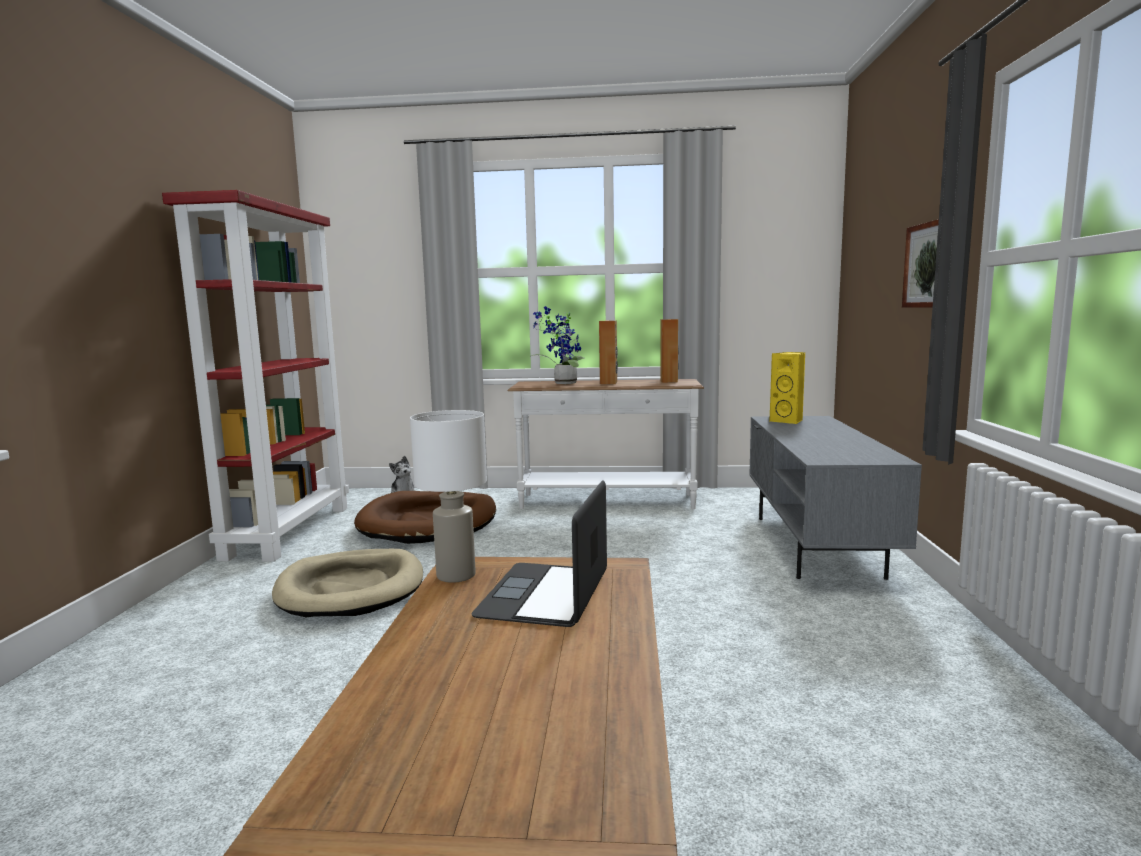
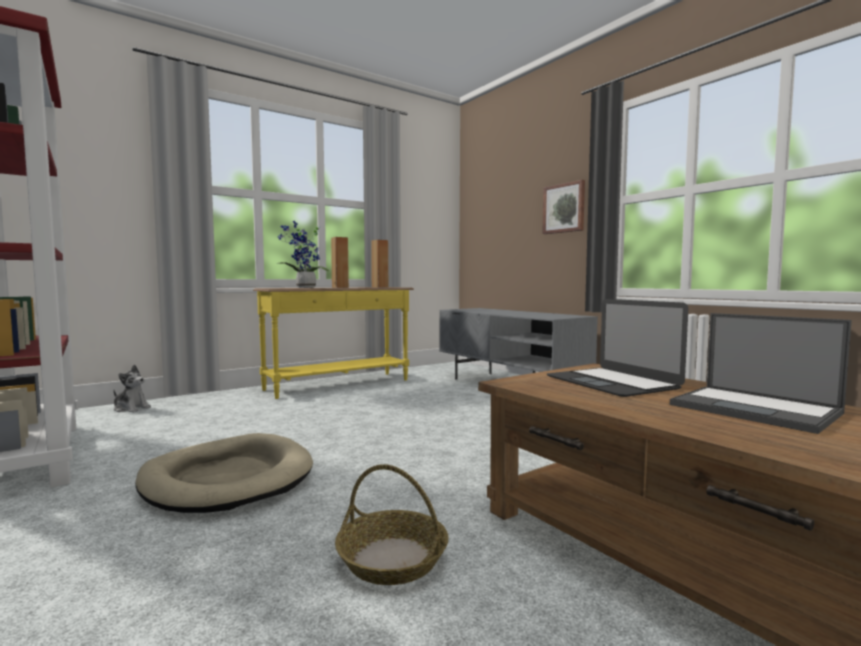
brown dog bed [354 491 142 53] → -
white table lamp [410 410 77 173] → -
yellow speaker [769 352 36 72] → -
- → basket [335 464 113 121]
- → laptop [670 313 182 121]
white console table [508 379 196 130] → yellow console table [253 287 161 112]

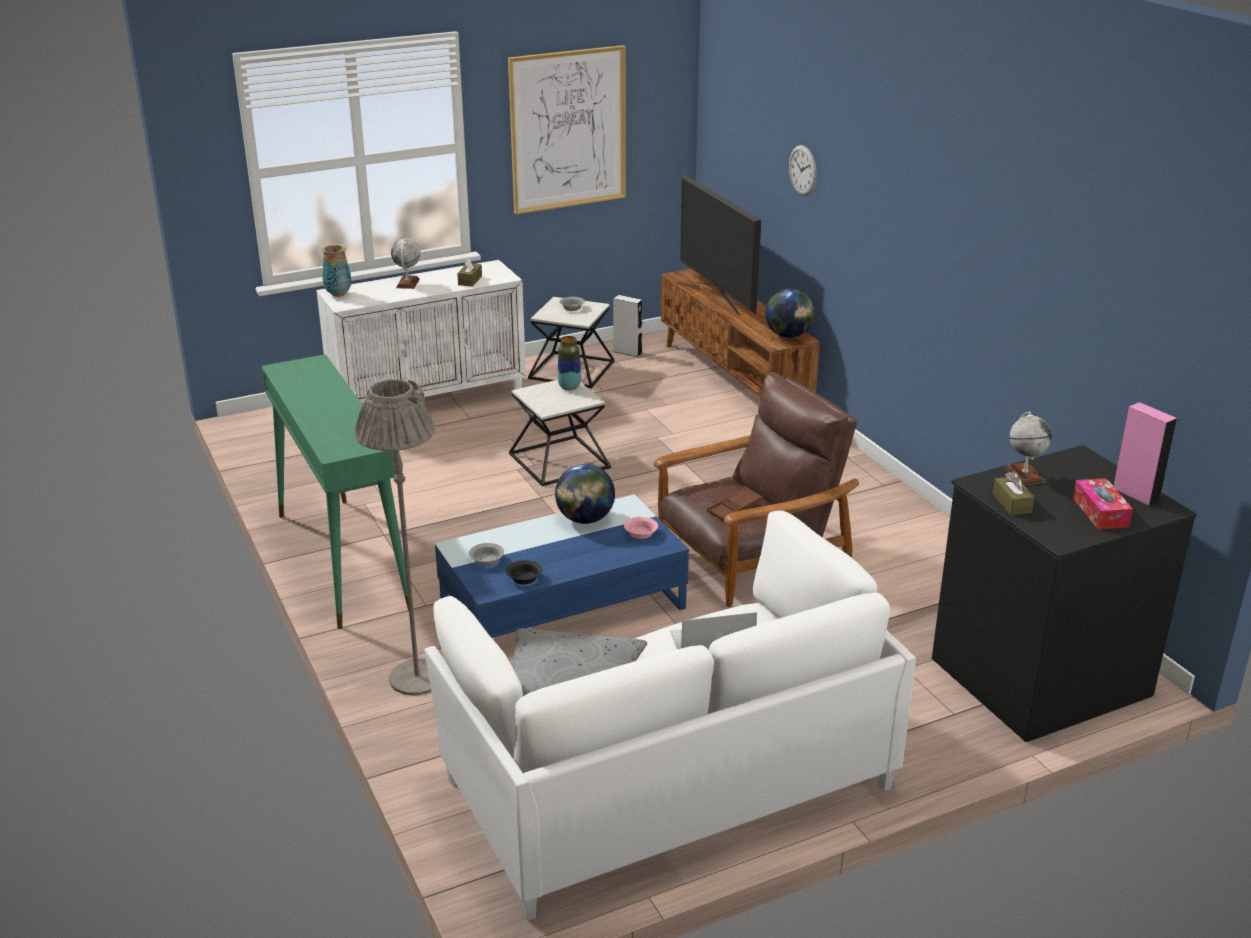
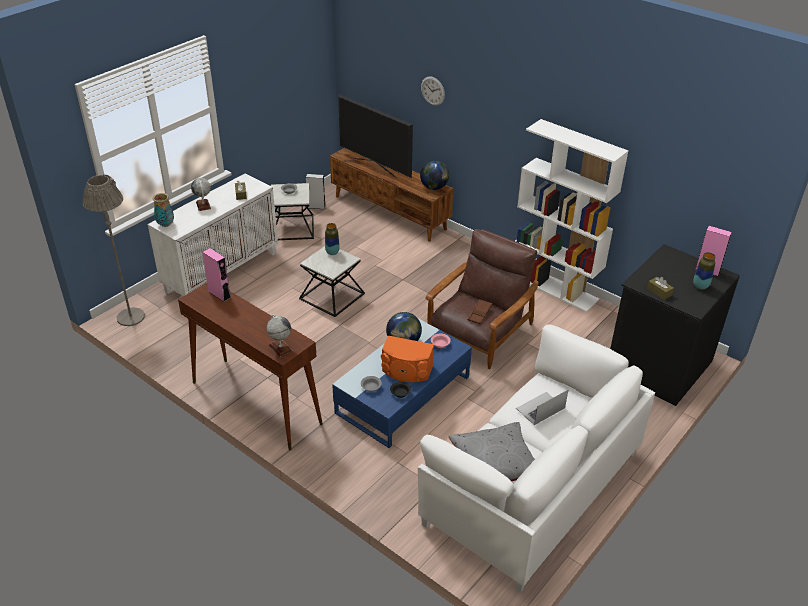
picture [508 45 118 169] → -
- → pink speaker [202 248 29 54]
- → orange speaker [381 336 53 46]
- → white bookcase [515 119 113 193]
grey floor lamp [354 379 81 317] → grey floor lamp [82 174 63 152], shifted
globe [1004 412 48 74] → globe [267 315 26 42], shifted
tissue box [1073 478 60 51] → vase [693 252 22 38]
green console table [261 354 148 275] → brown console table [178 282 145 168]

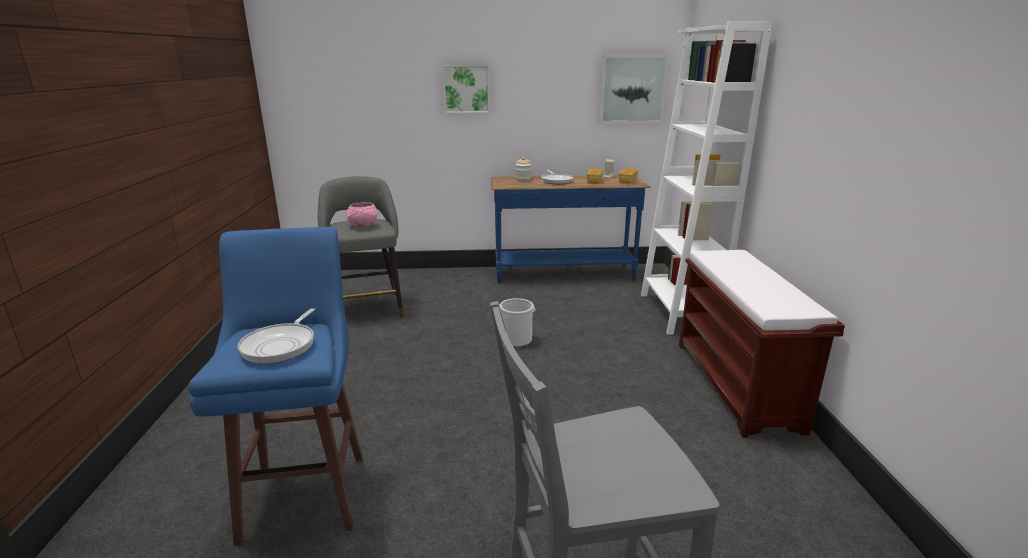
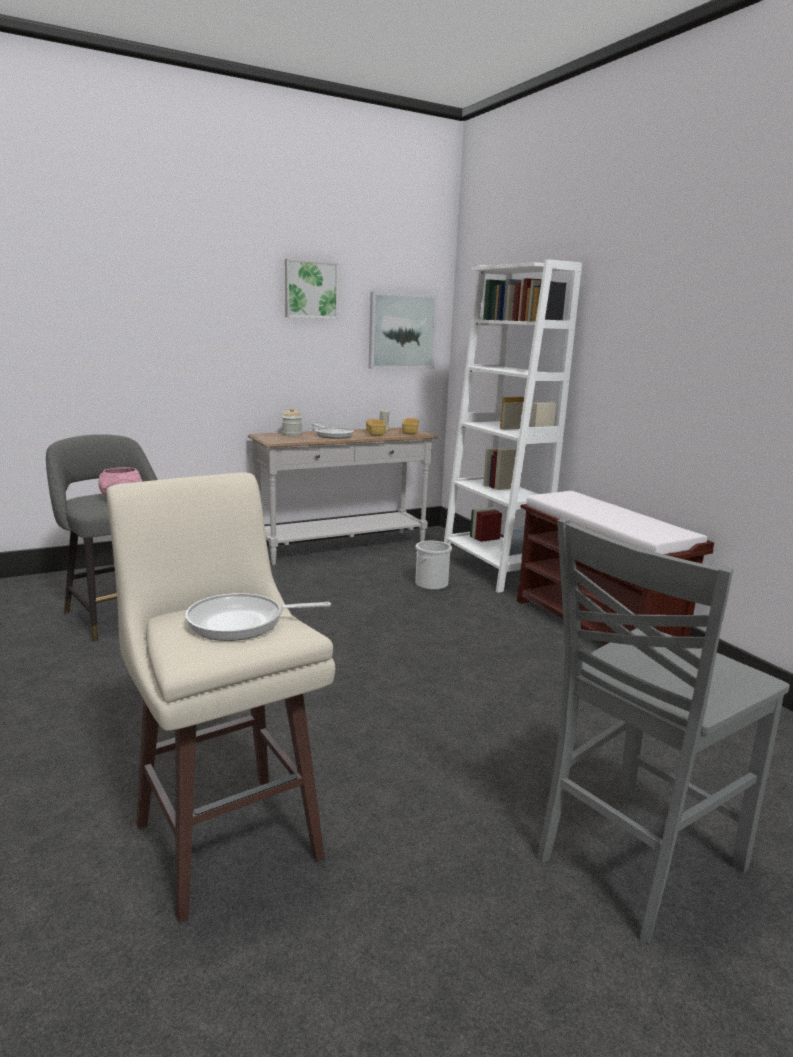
picture [443 65 47 48] → picture [285 259 54 60], shifted
bucket [499 298 36 49] → bucket [415 541 37 49], shifted
blue stool [188 227 174 318] → beige stool [107 473 228 450]
blue console table [490 175 161 108] → white console table [248 427 190 138]
frying pan [238 308 78 56] → frying pan [185 593 146 48], 90 degrees clockwise

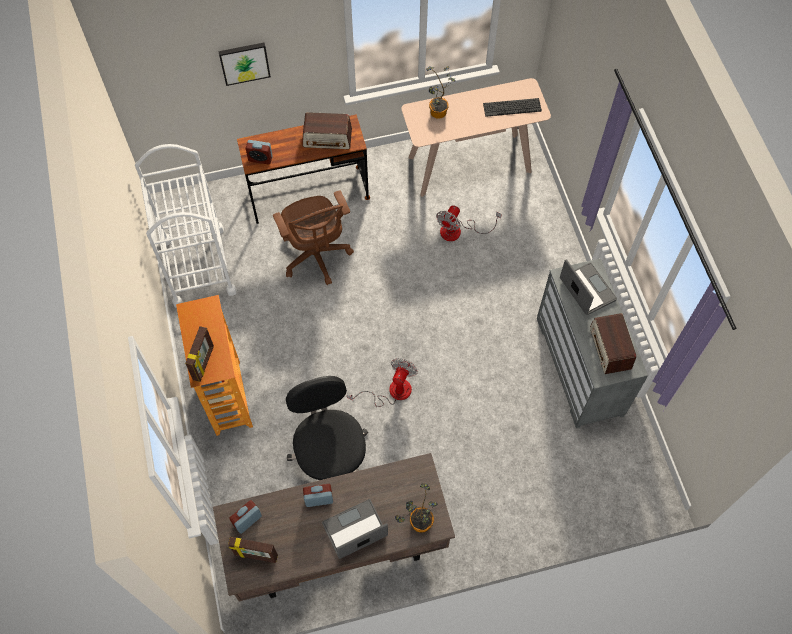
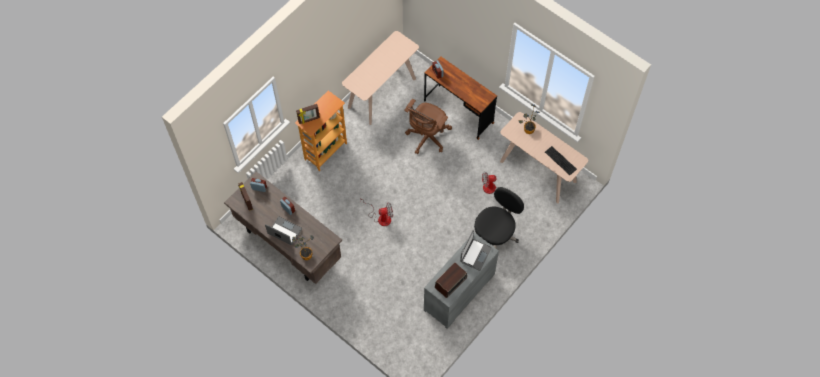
picture [218 43 53 43] → -
radio [302 112 50 37] → -
black office chair [286 376 82 104] → black office chair [474 187 50 62], shifted
white cart [135 144 102 164] → beige console table [342 31 77 94]

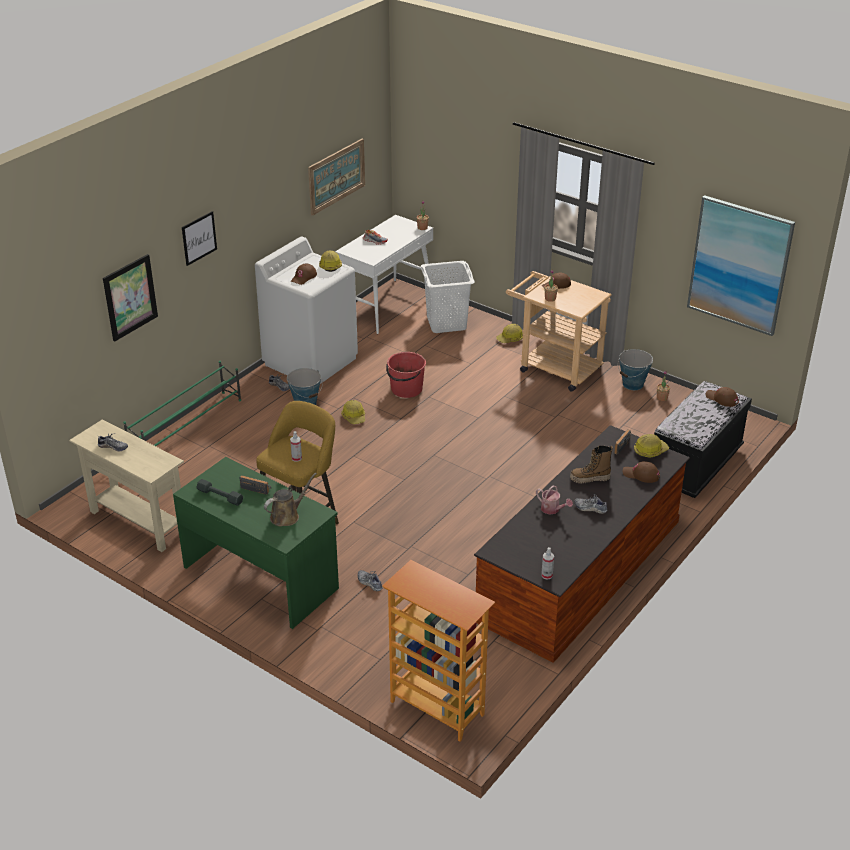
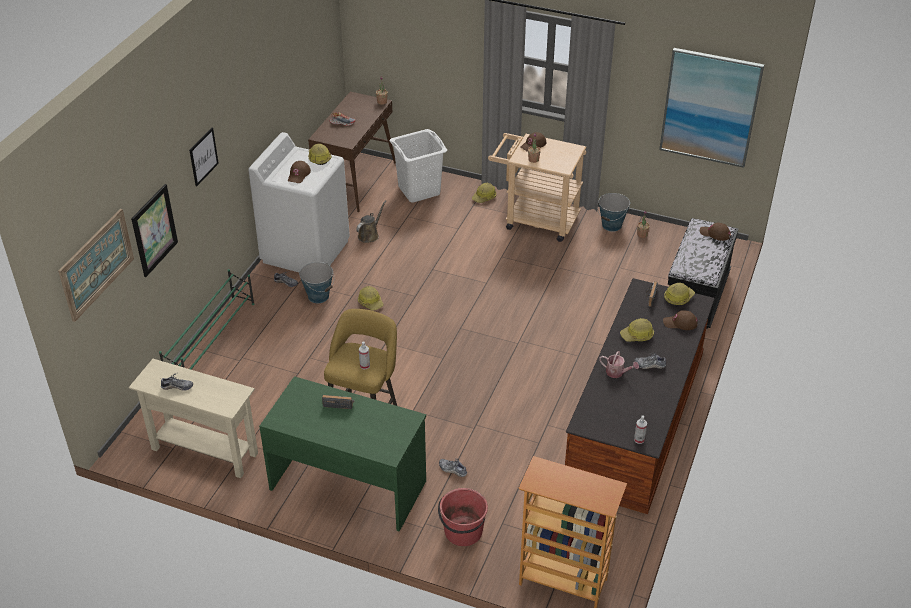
grey dumbbell [196 479 47 27] → -
brown watering can [264 473 53 53] → brown watering can [356 200 30 43], shifted
picture [308 139 57 77] → picture [58 209 76 113], shifted
red bucket [386 352 40 46] → red bucket [438 488 50 58], shifted
boot [570 445 43 38] → hard hat [620 318 34 24]
white console table [335 215 98 119] → brown console table [308 92 88 120]

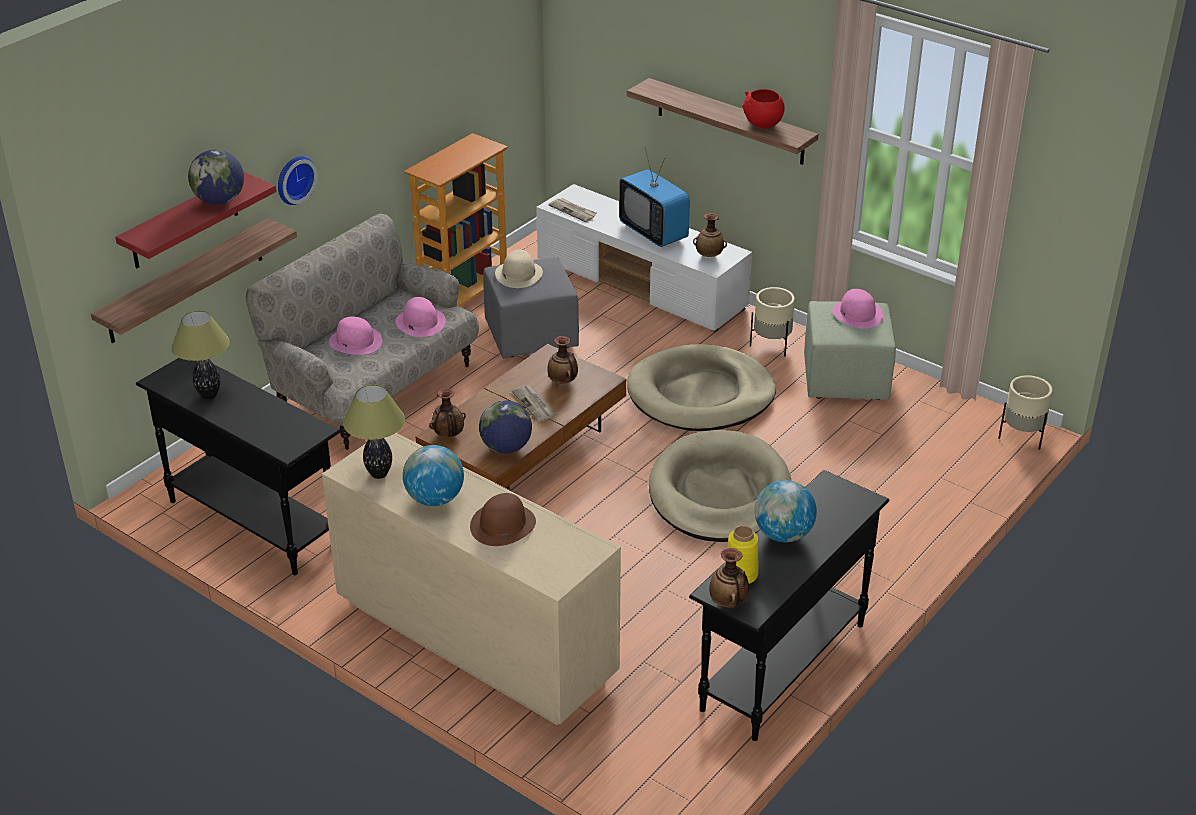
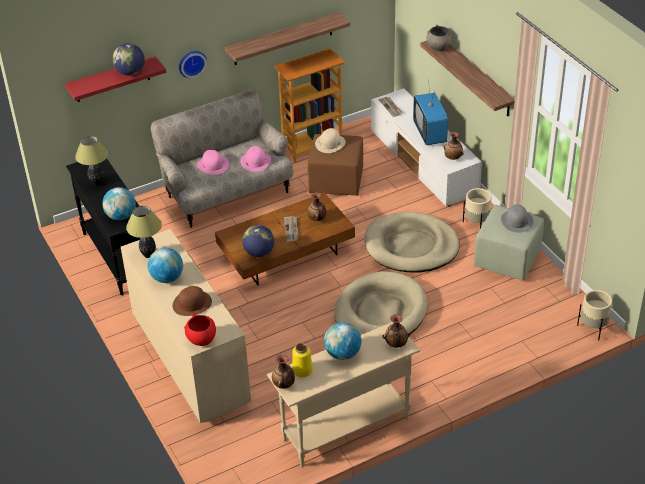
- → globe [102 187 34 33]
- → grey bowl [426 25 26 26]
shelf [91 218 206 125] → shelf [225 12 125 53], shifted
vase [429 388 37 49] → vase [383 314 27 34], shifted
red bowl [742 89 43 40] → red bowl [184 314 32 32], shifted
grey ottoman [483 257 96 102] → brown ottoman [307 134 56 62]
black console table [689 470 200 271] → beige console table [267 322 153 145]
pink hat [832 289 51 40] → grey hat [501 204 33 29]

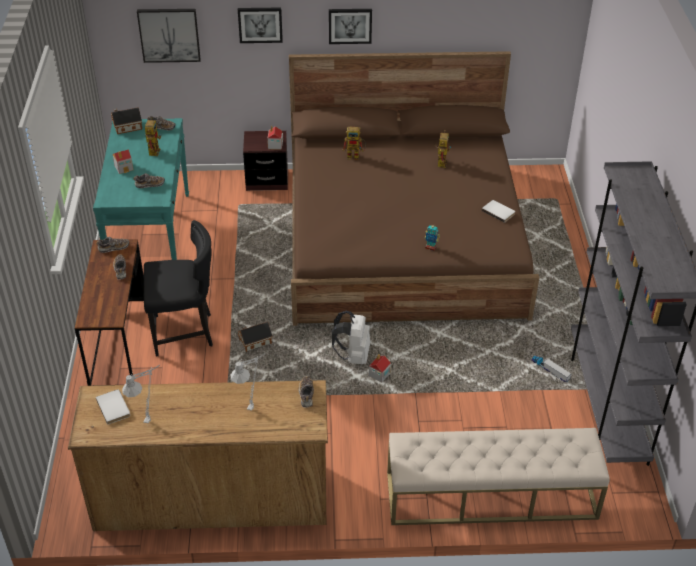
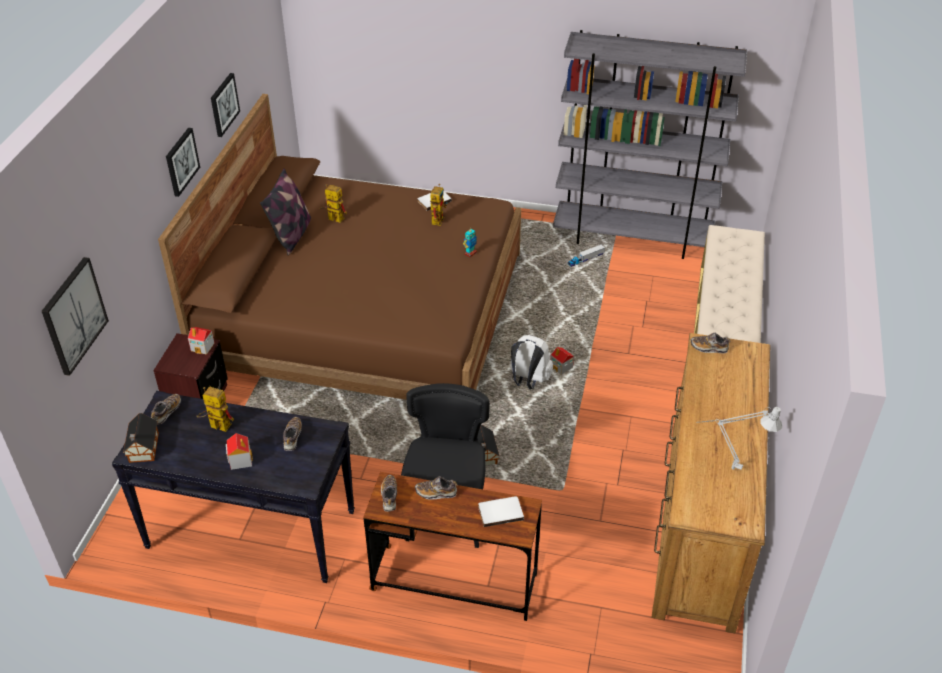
grey table lamp [231 353 35 58] → -
- → pillow [260 168 51 88]
white book [96 389 34 36] → white book [478 496 46 31], shifted
picture [238 8 45 35] → picture [211 73 29 64], shifted
toy robot [343 127 23 33] → toy robot [430 184 18 42], shifted
turquoise console table [93 118 96 142] → black console table [112 391 243 192]

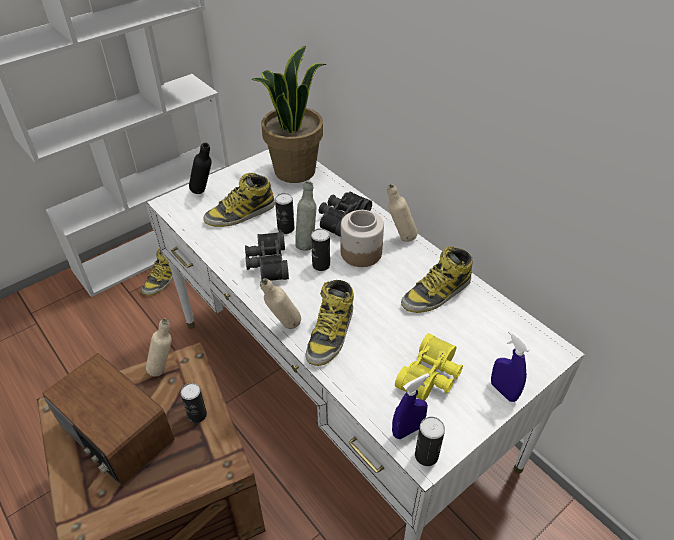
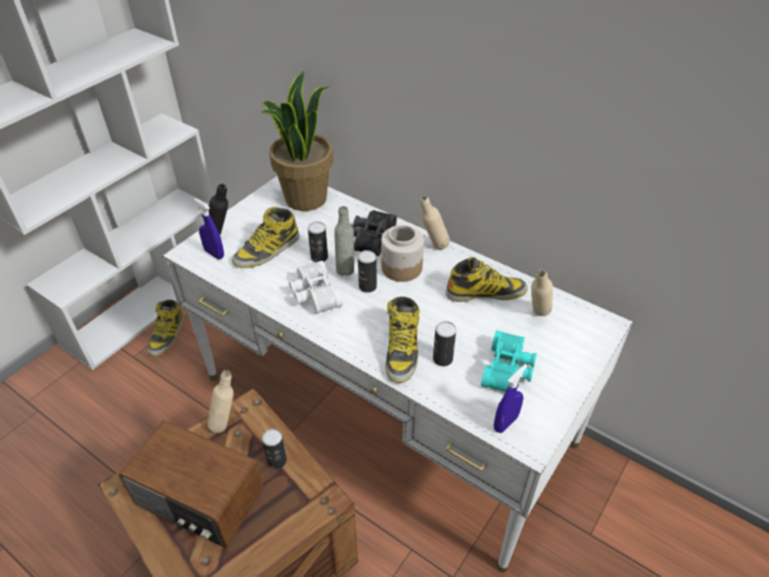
beige bottle [260 279 41 50] → beige bottle [531 269 22 47], shifted
can [415 417 30 49] → can [433 321 23 45], shifted
blue spray bottle [491 330 40 72] → blue spray bottle [194 198 30 61], shifted
black binoculars [245 232 44 49] → white binoculars [289 261 54 53]
yellow binoculars [395 333 68 68] → turquoise binoculars [481 330 56 62]
boot [401 246 72 67] → boot [446 257 82 45], 135 degrees counterclockwise

